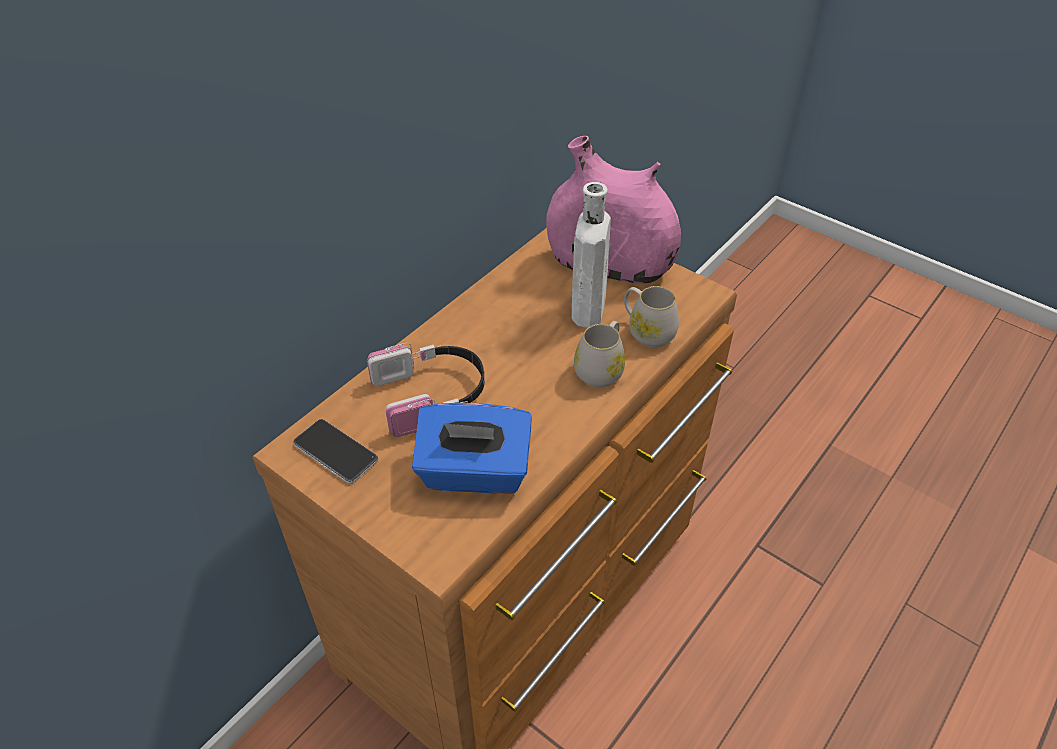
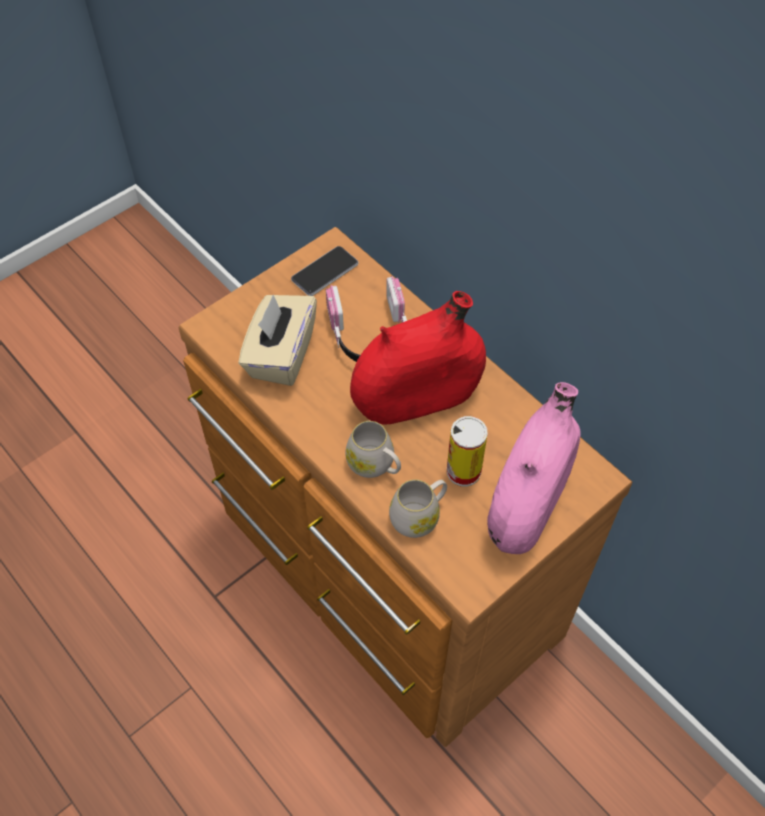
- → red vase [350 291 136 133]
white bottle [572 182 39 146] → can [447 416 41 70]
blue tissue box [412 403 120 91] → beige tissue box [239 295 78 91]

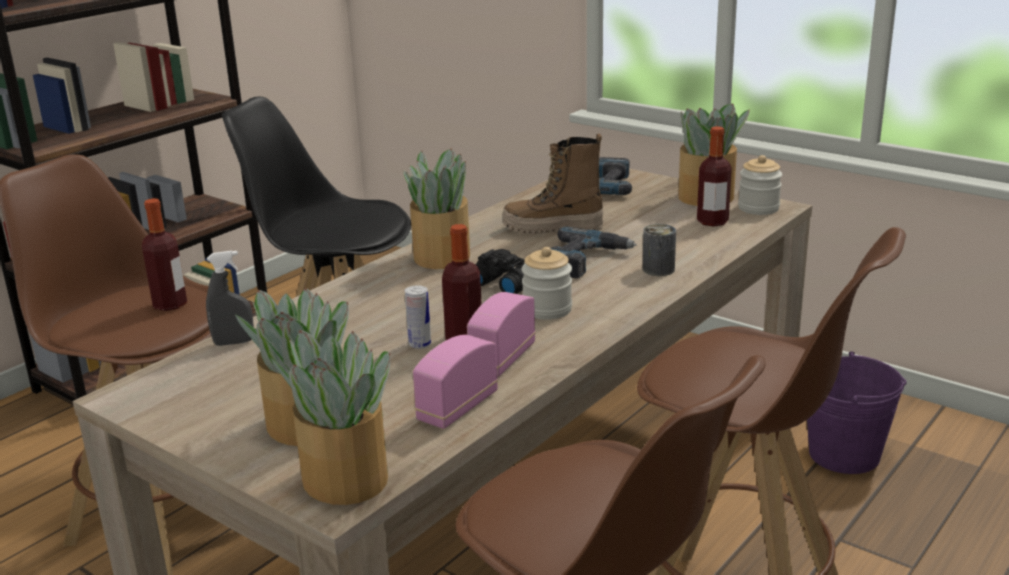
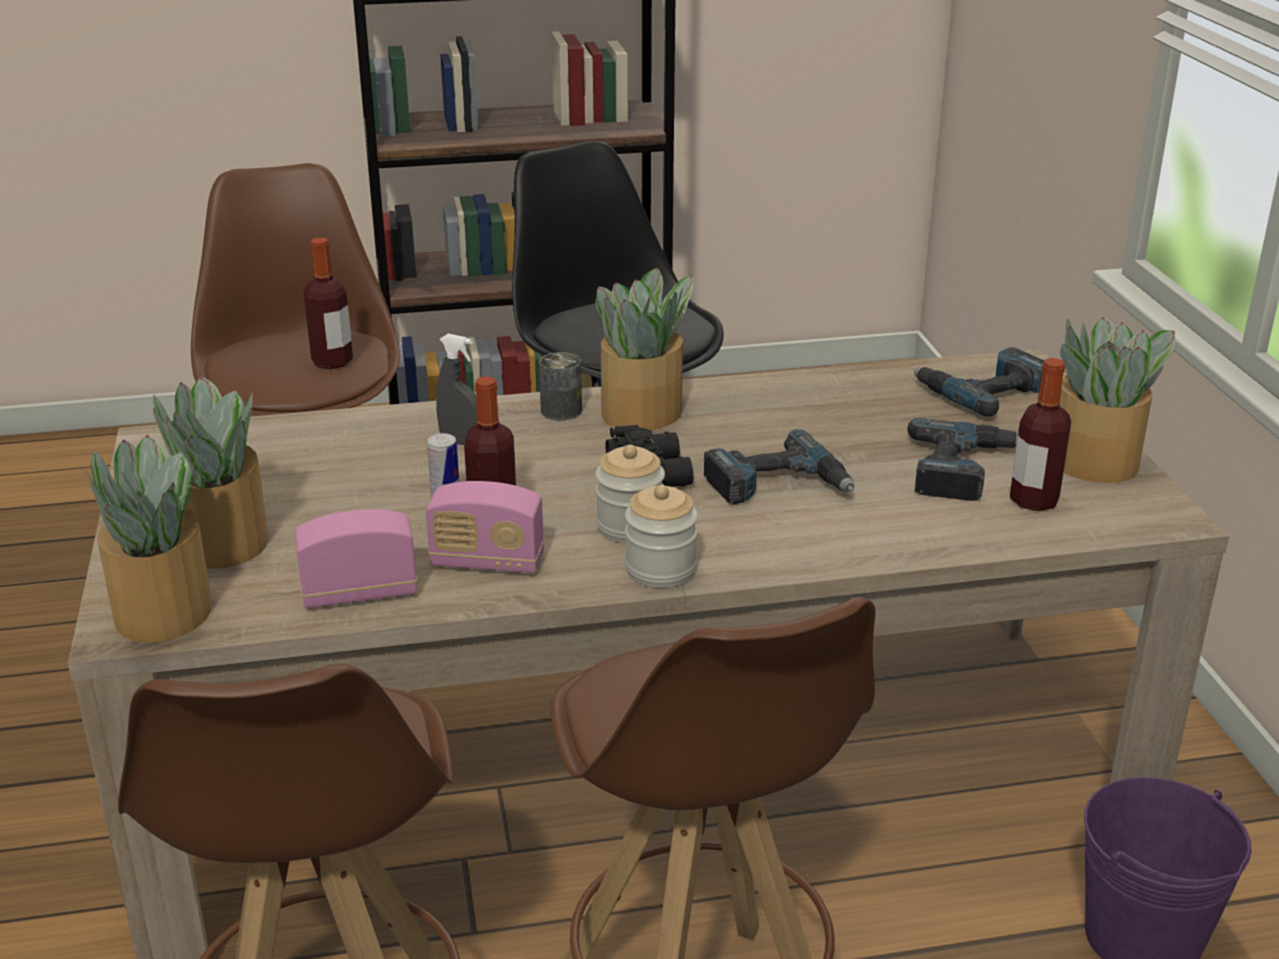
boot [503 133 100 101] → -
- → power drill [907 418 111 83]
grey spray bottle [206 250 48 96] → grey spray bottle [436 334 41 111], shifted
can [643 224 33 52] → can [539 352 43 69], shifted
jar [738 155 44 60] → jar [625 485 73 103], shifted
radio [467 292 69 85] → radio [426 481 118 92], 150 degrees counterclockwise

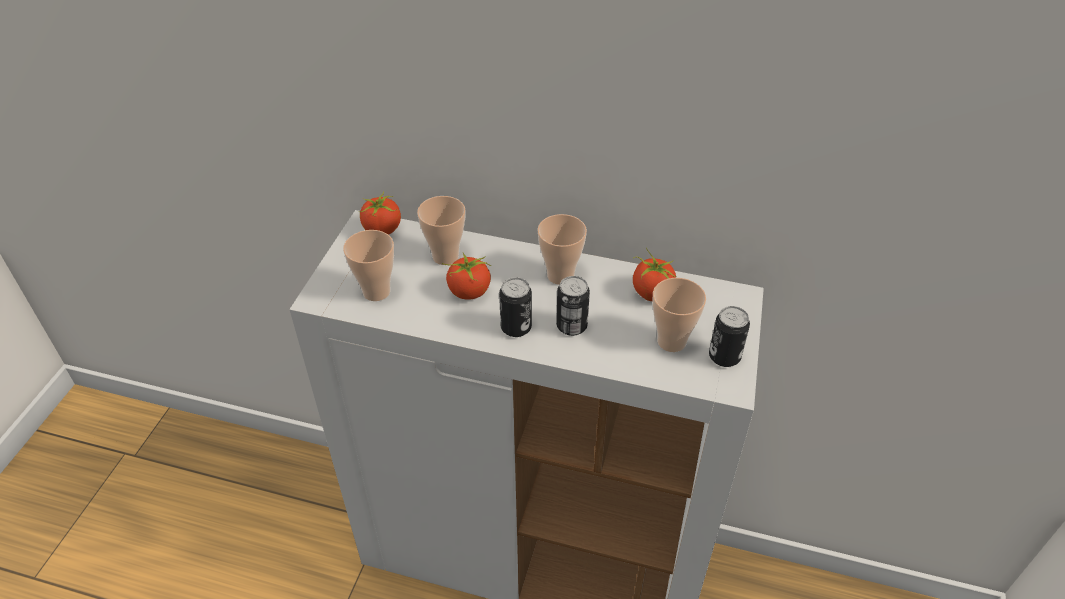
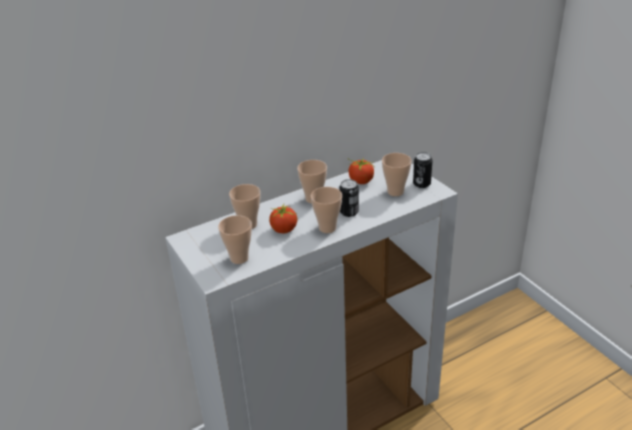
tomato [359 191 42 44] → -
can [499 277 33 60] → cup [311 187 31 46]

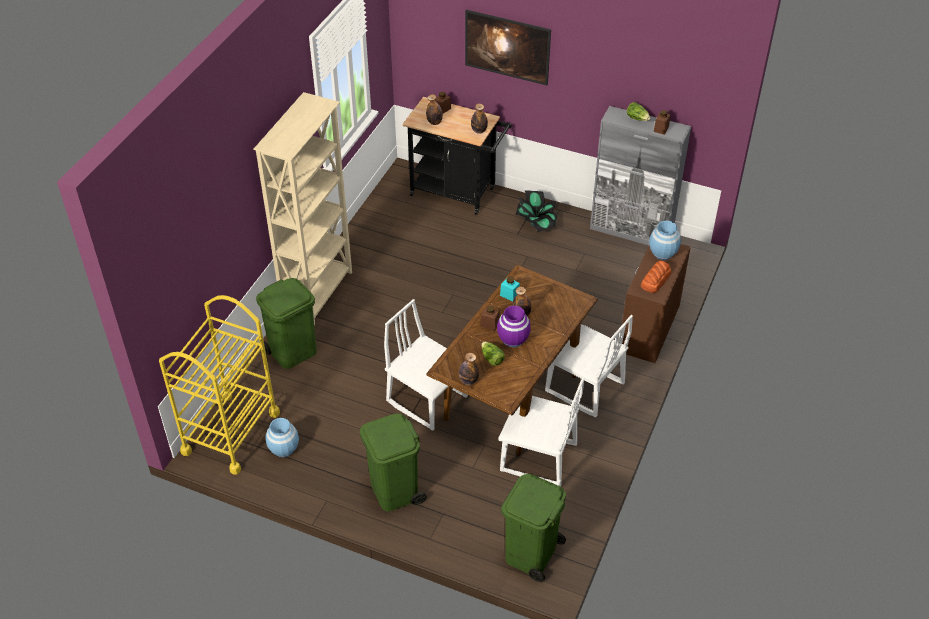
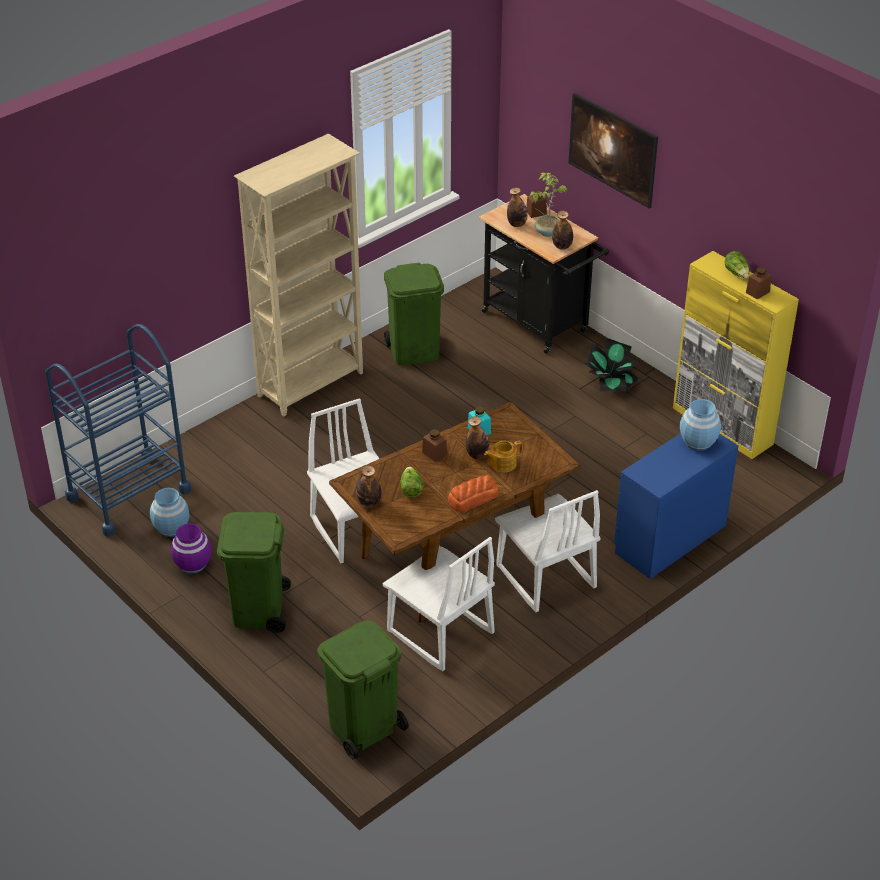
- → teapot [484 441 38 31]
- → potted plant [530 173 38 64]
green trash can [256 278 61 91] → green trash can [384 263 60 102], shifted
purple vase [497 306 34 41] → purple vase [171 523 40 51], shifted
bread [641 260 30 33] → bread [448 475 51 37], shifted
yellow cart [159 295 121 180] → blue cart [45 324 147 213]
grey cabinet [590 106 101 139] → yellow cabinet [673 251 126 208]
brown dresser [621 244 70 119] → blue dresser [614 433 124 146]

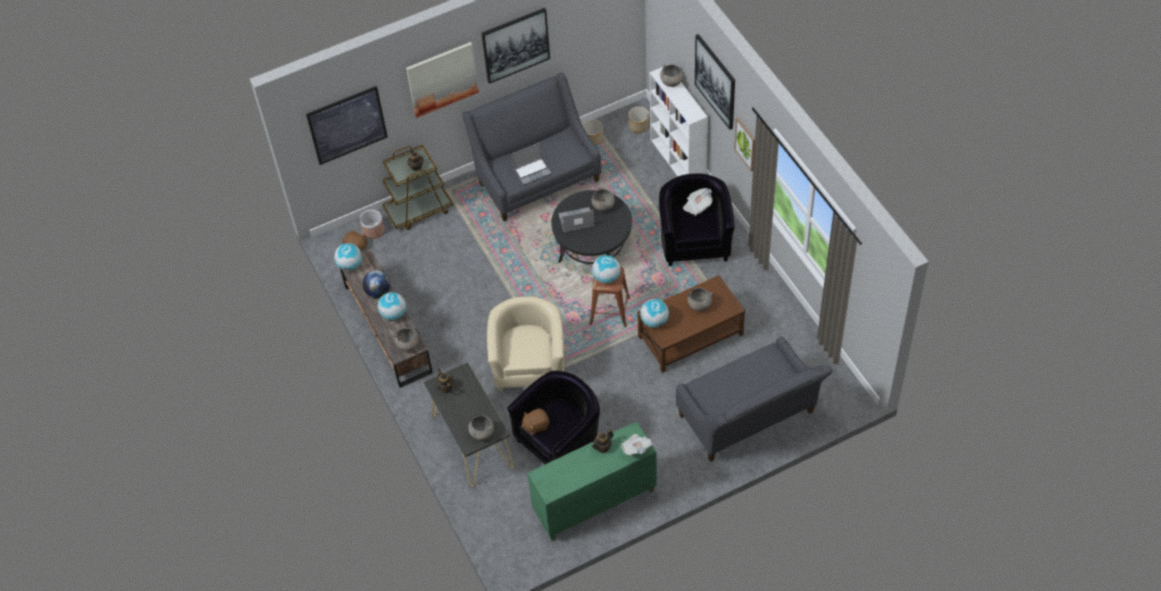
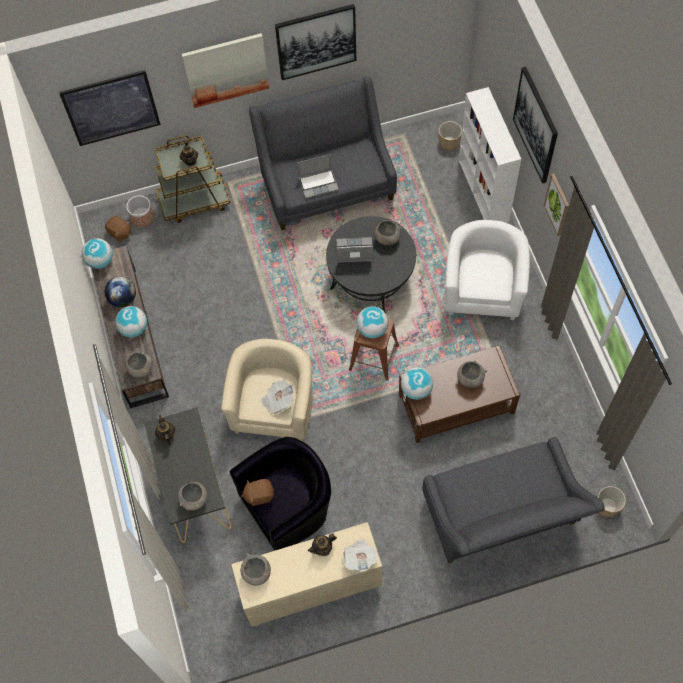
planter [582 119 21 26] → planter [598 486 28 31], shifted
grey bowl [660 65 23 22] → grey bowl [240 553 31 33], shifted
newspaper [683 188 30 28] → newspaper [260 380 35 35], shifted
green cabinet [527 421 130 120] → beige cabinet [231 522 151 105]
black armchair [659 173 76 93] → white armchair [446 220 84 100]

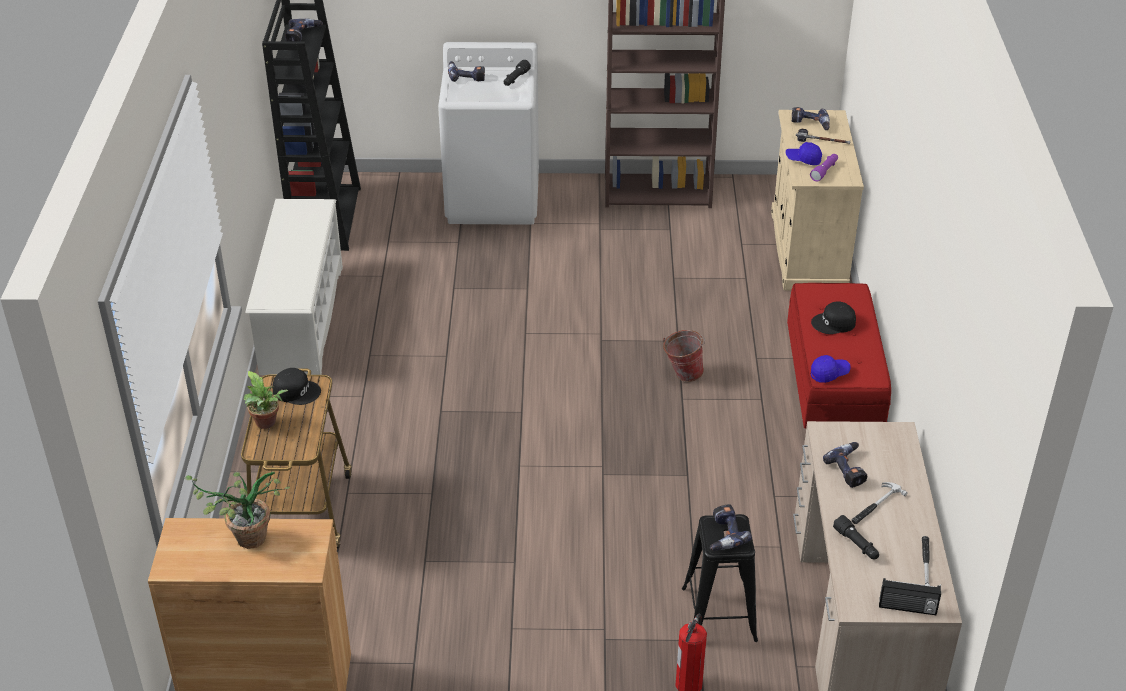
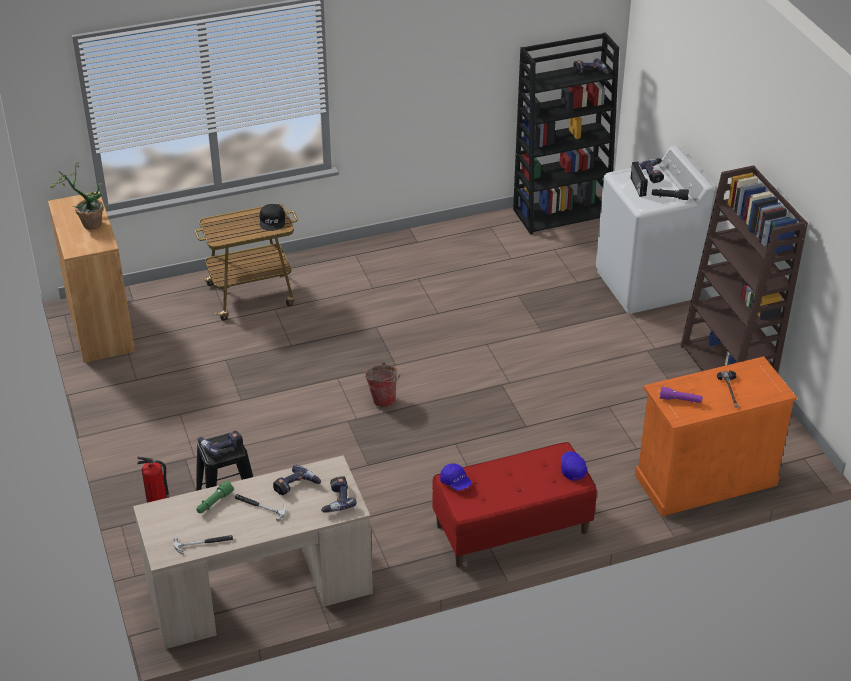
potted plant [244 371 44 58] → -
white shoe rack [246 199 97 176] → -
black cap [811 301 45 33] → -
bucket [663 330 42 52] → bucket [365 362 35 45], shifted
blue cap [786 142 36 23] → blue cap [561 451 26 30], shifted
power drill [792 107 38 23] → power drill [321 476 35 37], shifted
radio [879 578 62 37] → radio [631 162 17 35], shifted
beige cabinet [771 110 93 181] → orange cabinet [635 356 162 161]
black flashlight [833 515 46 45] → green flashlight [196 481 38 32]

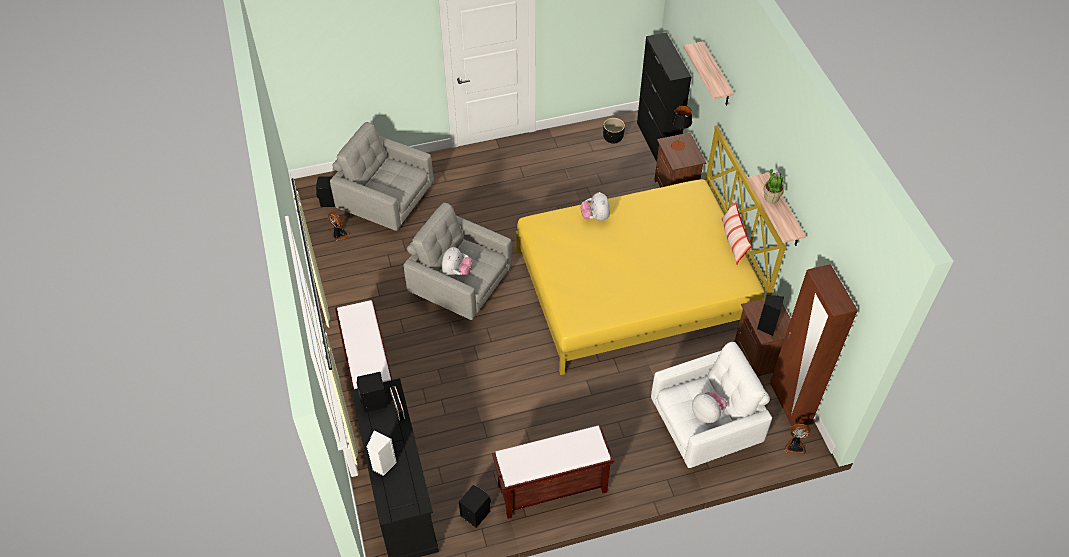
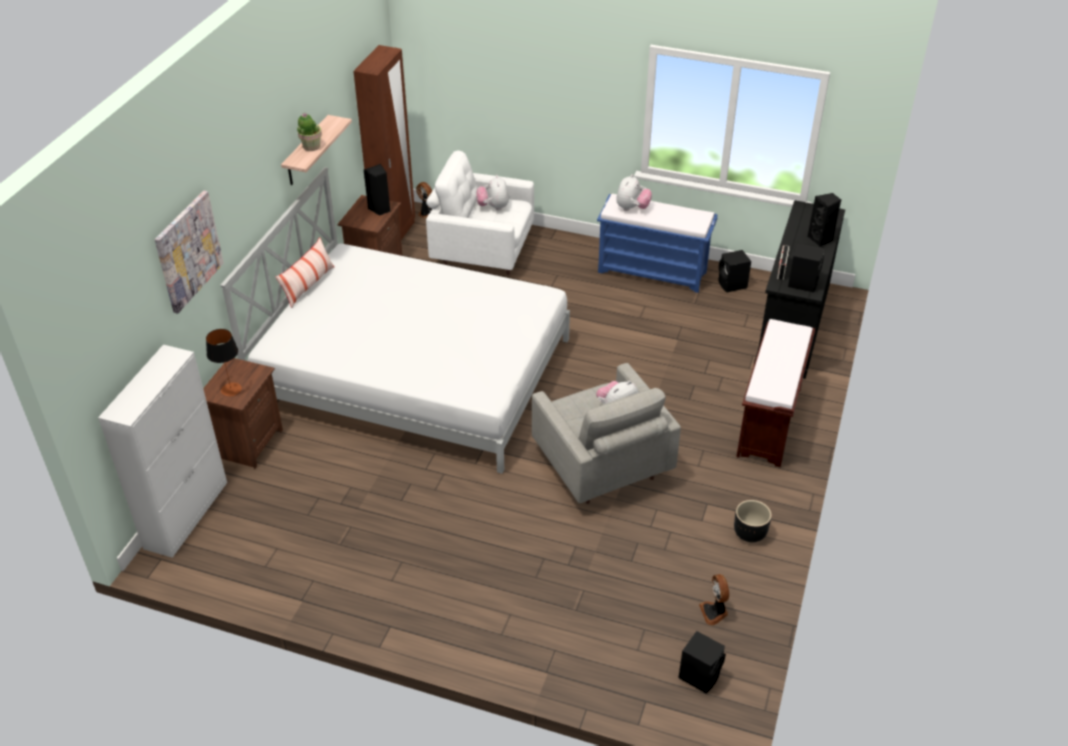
grey armchair [330 122 104 109] → -
plush toy [581 192 29 29] → plush toy [616 174 36 37], shifted
black planter [603 118 22 26] → black planter [734 500 38 42], shifted
shelf [683 41 51 65] → picture [154 191 70 123]
white speaker [367 430 30 46] → black speaker [808 193 33 54]
brown bench [492 426 122 93] → blue bench [597 194 121 99]
yellow bed [516 125 271 250] → white bed [220 167 350 307]
black cabinet [637 32 54 130] → white cabinet [98 345 129 213]

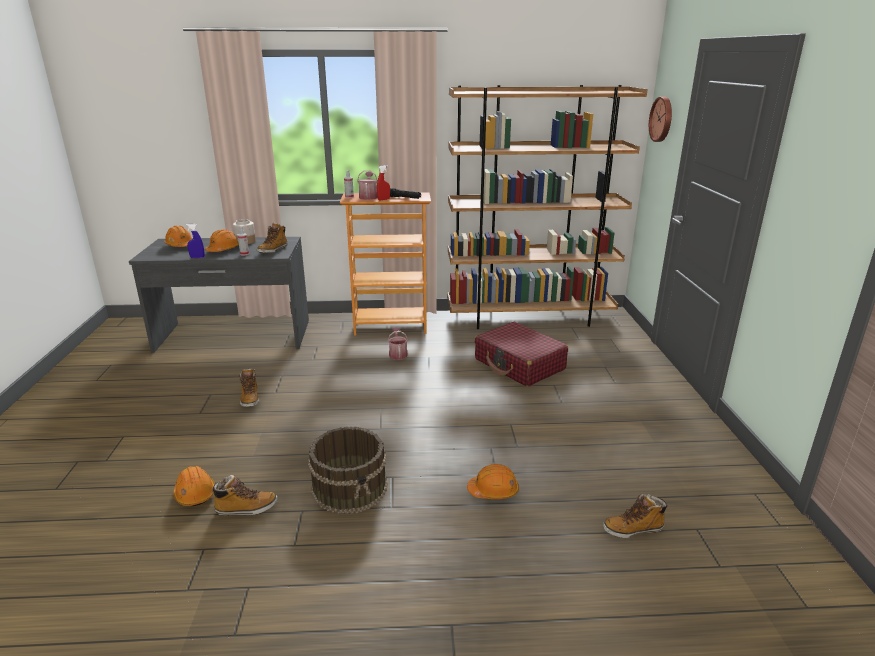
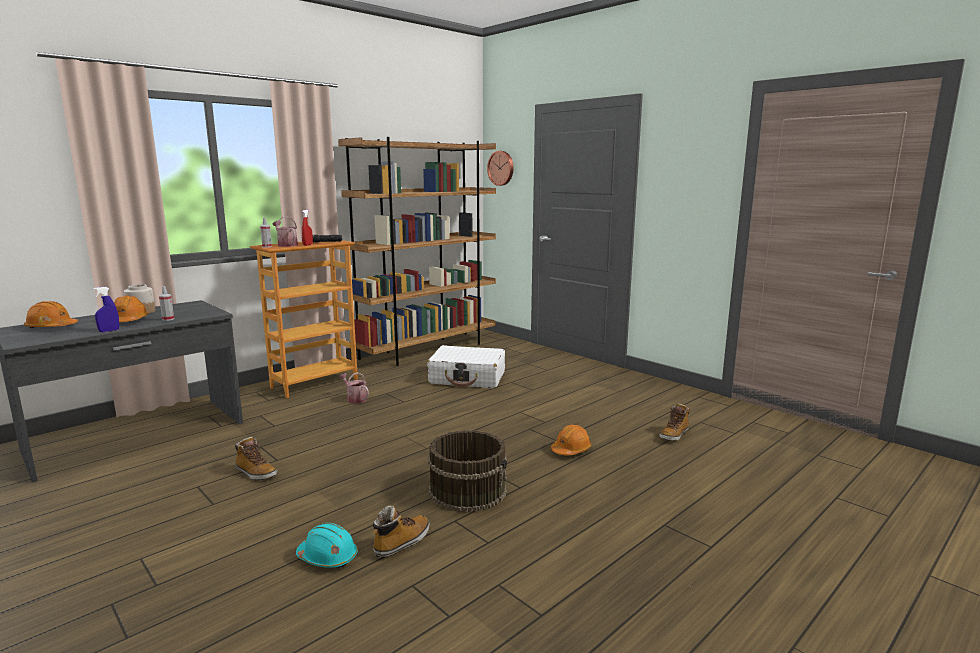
boot [257 222 31 32] → -
orange hard hat [173 466 42 40] → turquoise hard hat [296 523 62 45]
red suitcase [475 322 93 65] → white suitcase [427 345 78 44]

